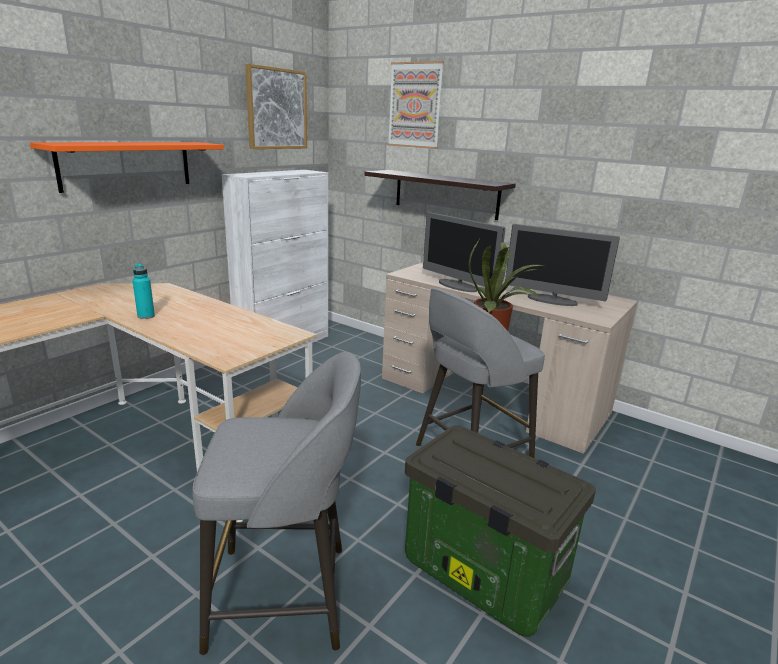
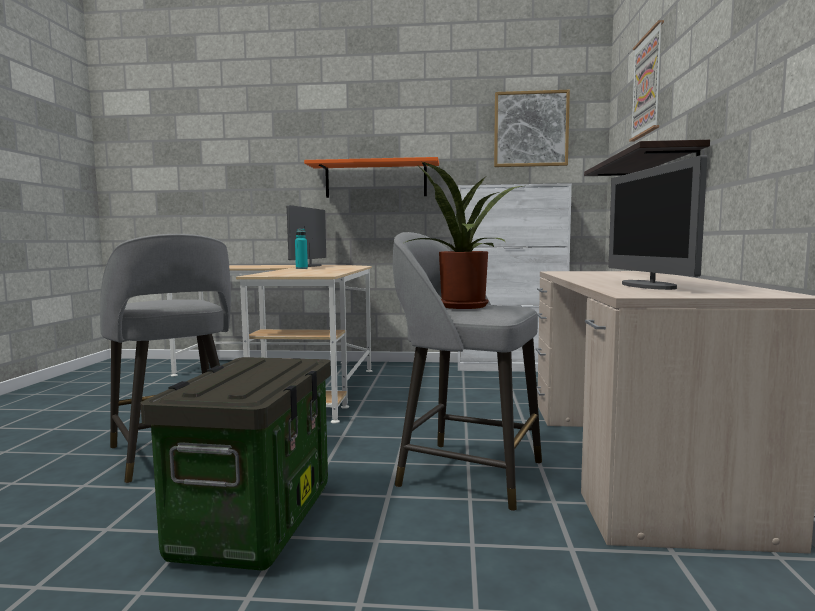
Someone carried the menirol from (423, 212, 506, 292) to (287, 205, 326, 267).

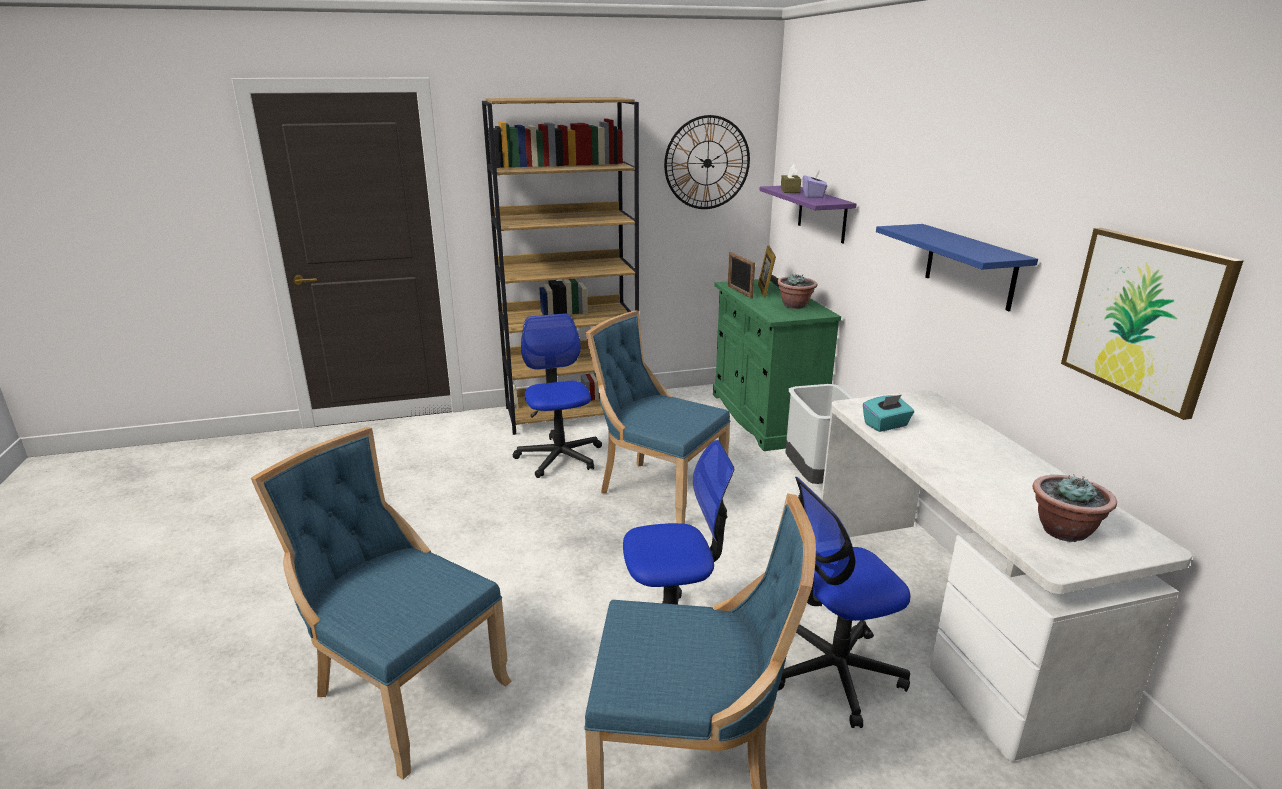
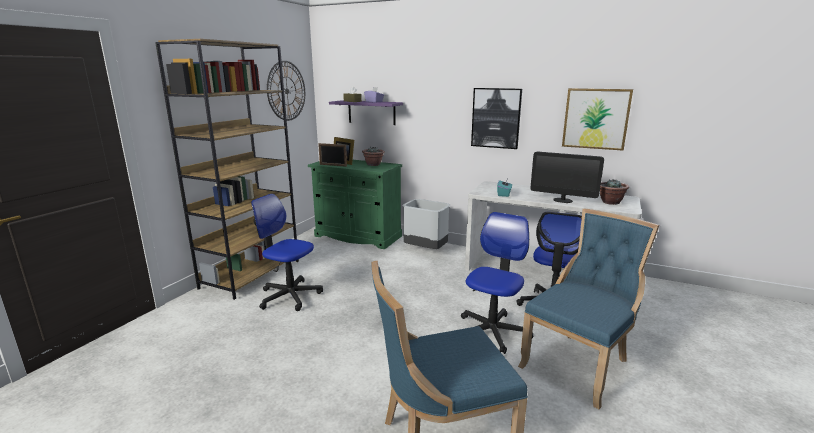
Someone swapped the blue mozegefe at (876, 224, 1038, 311) for the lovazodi at (471, 88, 522, 149).
Someone took away the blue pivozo at (586, 311, 730, 524).
Someone put down the menirol at (531, 151, 604, 203).

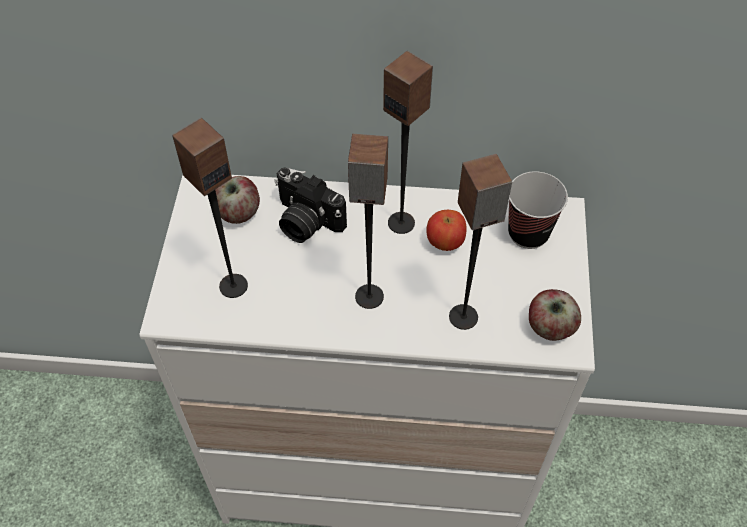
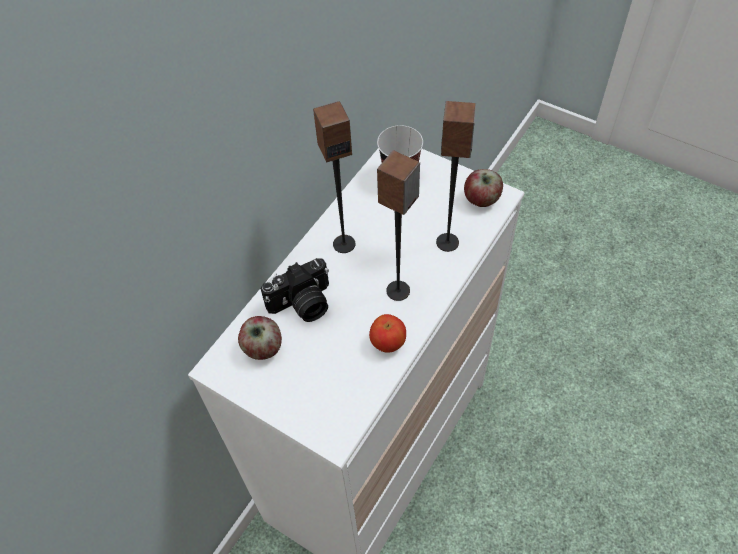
Someone took away the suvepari at (172, 118, 248, 298).
Someone carried the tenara from (426, 210, 467, 251) to (369, 314, 406, 353).

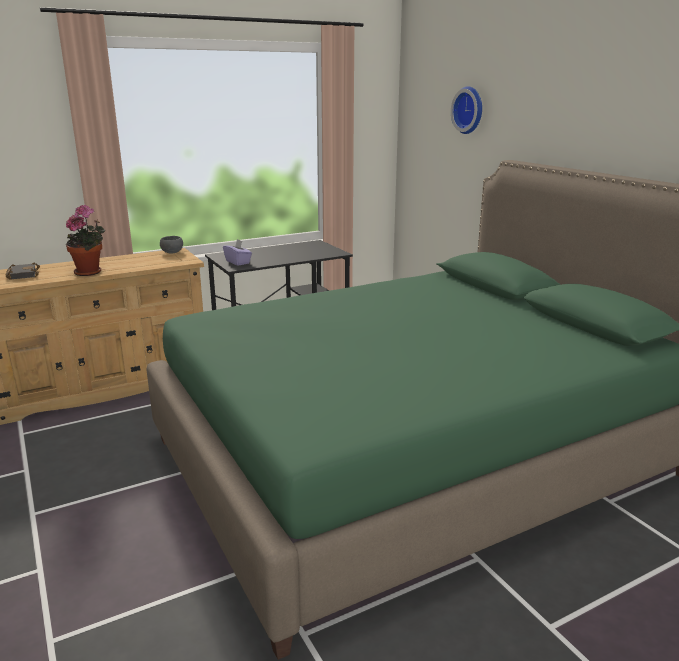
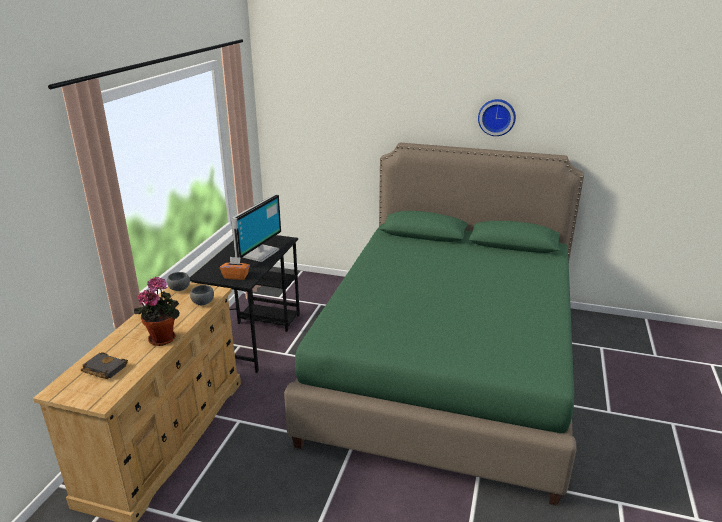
Someone carried the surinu from (451, 86, 482, 134) to (478, 99, 516, 136).
Someone repainted the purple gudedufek at (223, 239, 252, 266), which became the orange gudedufek at (220, 257, 250, 280).
Someone put down the menirol at (231, 194, 281, 262).
Someone put down the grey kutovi at (190, 285, 214, 305).

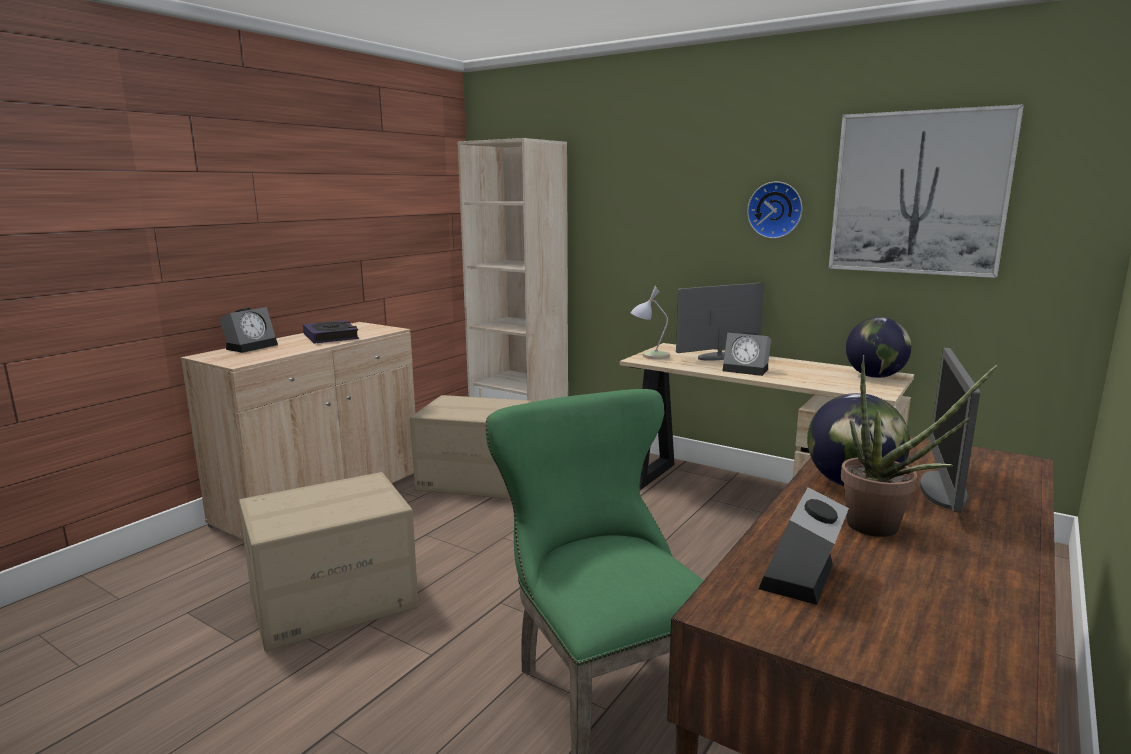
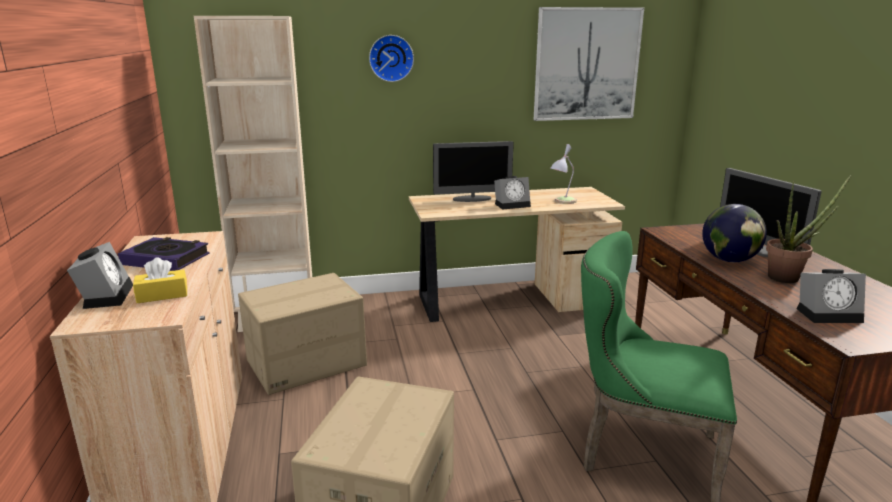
Someone carried the surinu from (747, 182, 802, 239) to (369, 35, 414, 82).
Someone rotated the menirol at (676, 283, 764, 361) by 120 degrees counterclockwise.
Someone carried the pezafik from (630, 286, 670, 360) to (550, 144, 577, 204).
Someone took away the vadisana at (846, 317, 912, 378).
Someone rotated the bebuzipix at (758, 487, 849, 605) by 75 degrees counterclockwise.
Someone put down the yellow gudedufek at (133, 257, 187, 303).

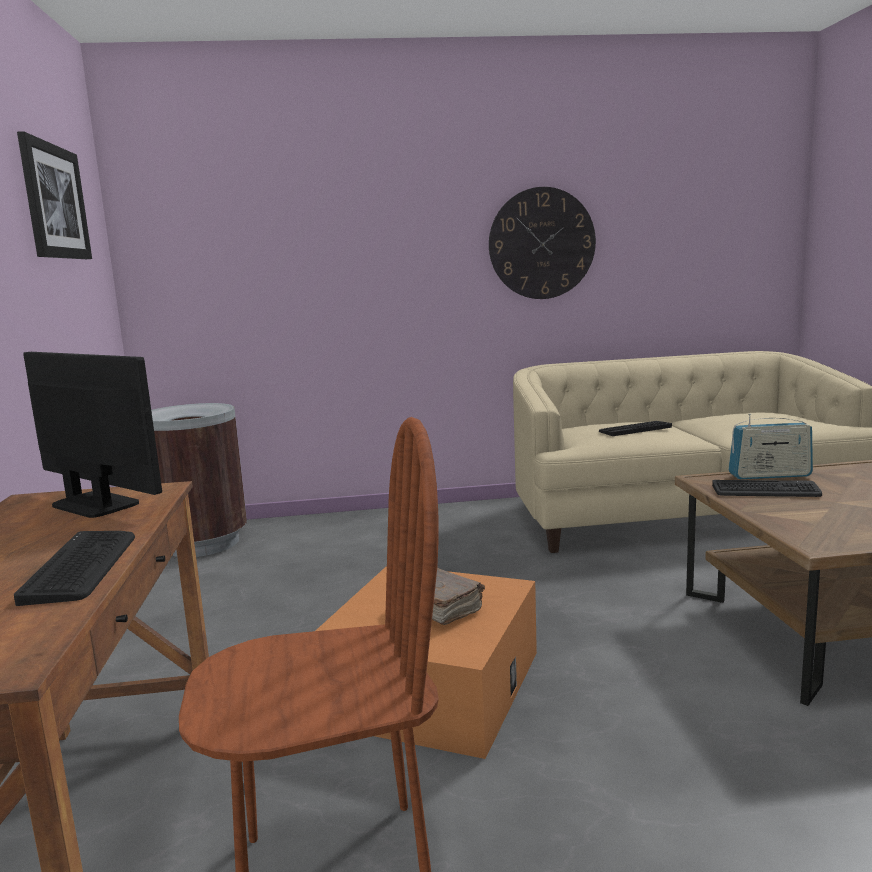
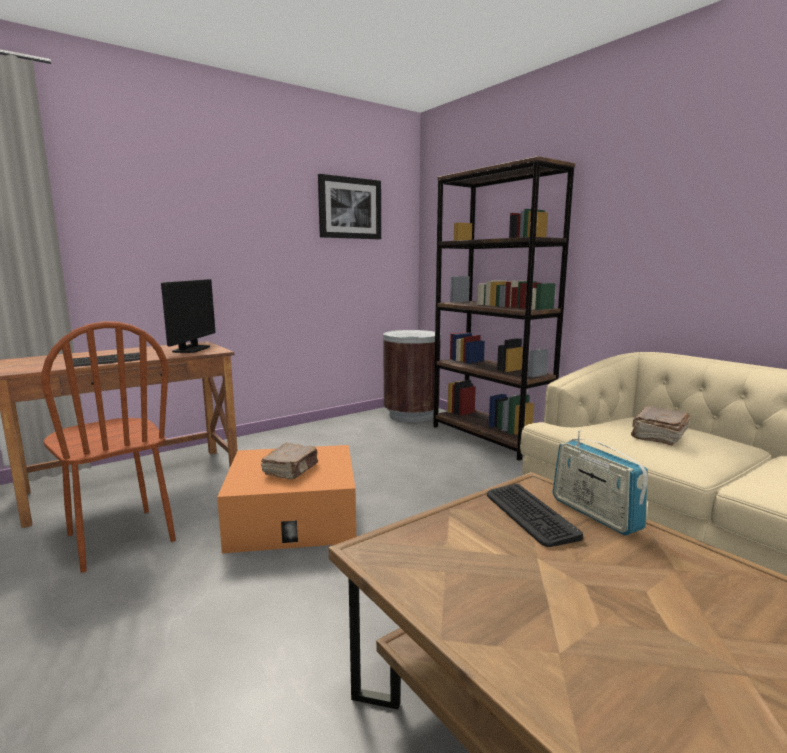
Someone took away the surinu at (489, 187, 596, 299).
Someone swapped the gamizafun at (599, 421, 672, 436) for the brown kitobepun at (631, 406, 690, 445).
Someone put down the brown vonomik at (433, 156, 575, 461).

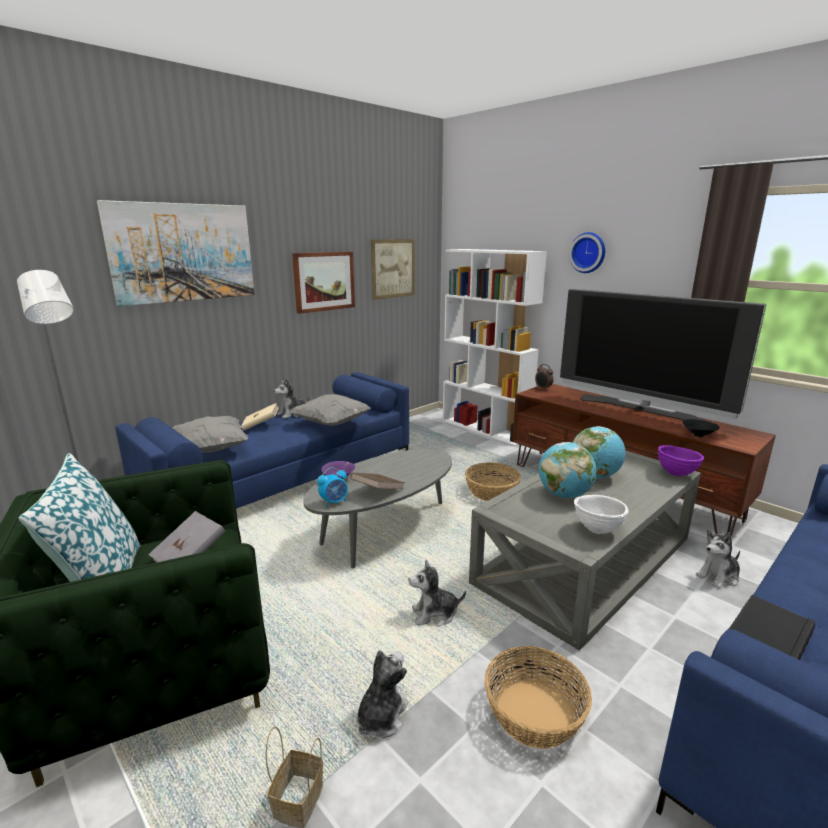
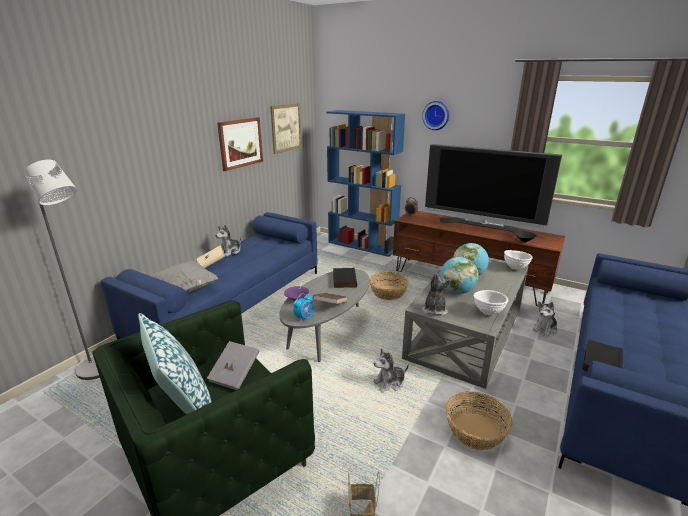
Someone took away the lovazodi at (97, 200, 254, 306).
Someone repainted the white vonomik at (443, 249, 547, 446), which became the blue vonomik at (326, 110, 405, 257).
Someone took away the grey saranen at (291, 394, 371, 426).
Someone repainted the purple kutovi at (658, 445, 704, 476), which became the white kutovi at (504, 250, 533, 270).
Someone carried the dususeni from (357, 650, 409, 738) to (422, 273, 451, 316).
Someone put down the black kitobepun at (333, 268, 357, 288).

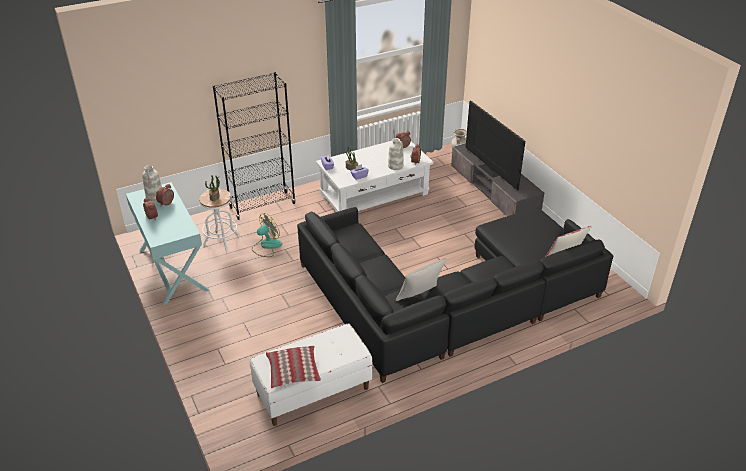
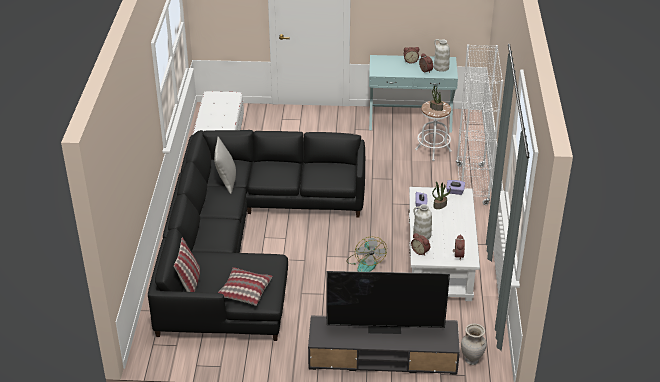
Someone repainted the black vonomik at (213, 72, 296, 220), which became the white vonomik at (456, 44, 503, 205).
Someone carried the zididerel from (252, 213, 282, 257) to (347, 237, 387, 272).
Someone carried the saranen from (266, 346, 321, 388) to (218, 267, 272, 306).

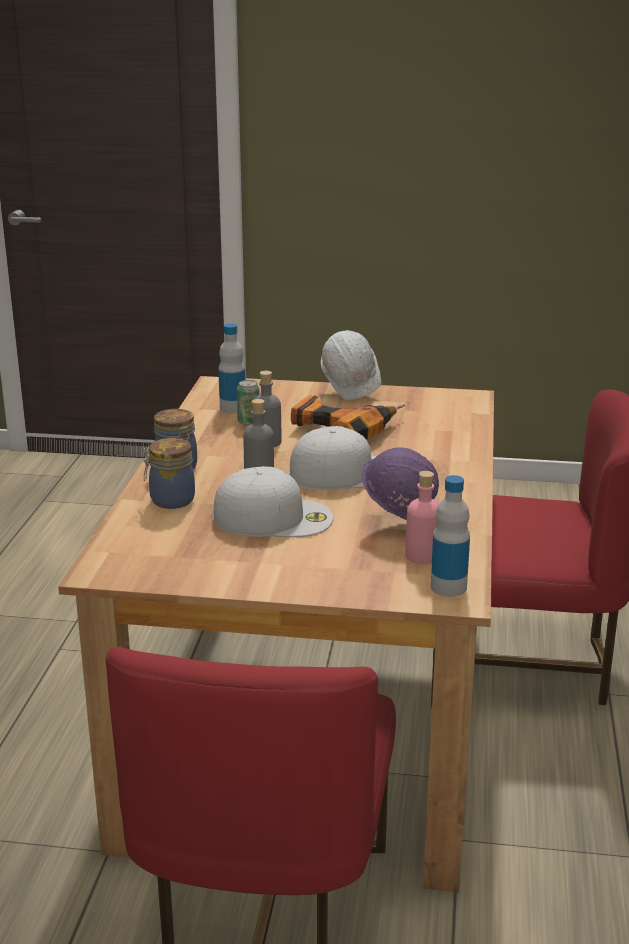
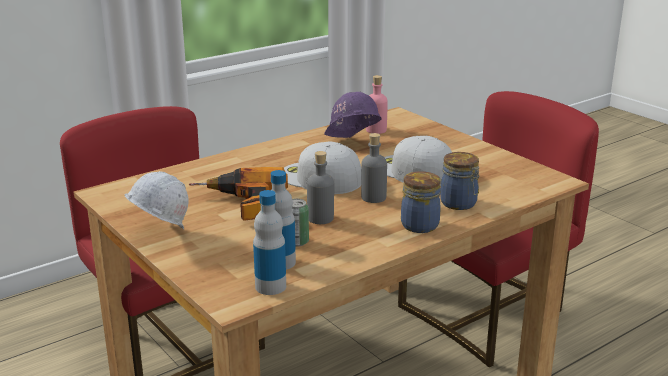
Someone carried the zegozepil from (431, 475, 470, 597) to (253, 190, 286, 295).

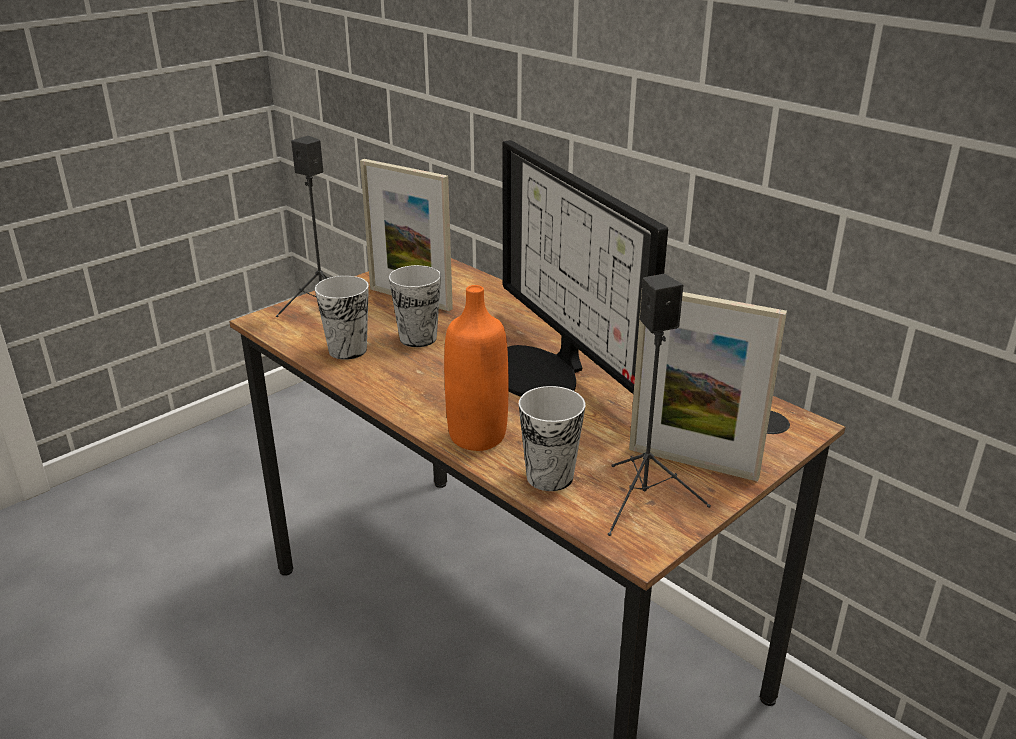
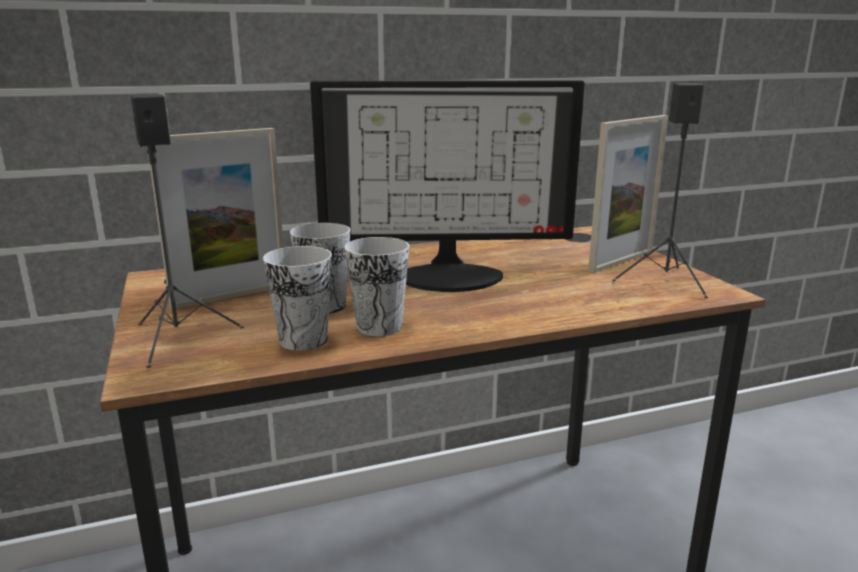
Someone took away the orange zegozepil at (444, 285, 508, 451).
Someone carried the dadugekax from (519, 386, 585, 491) to (344, 237, 409, 336).

